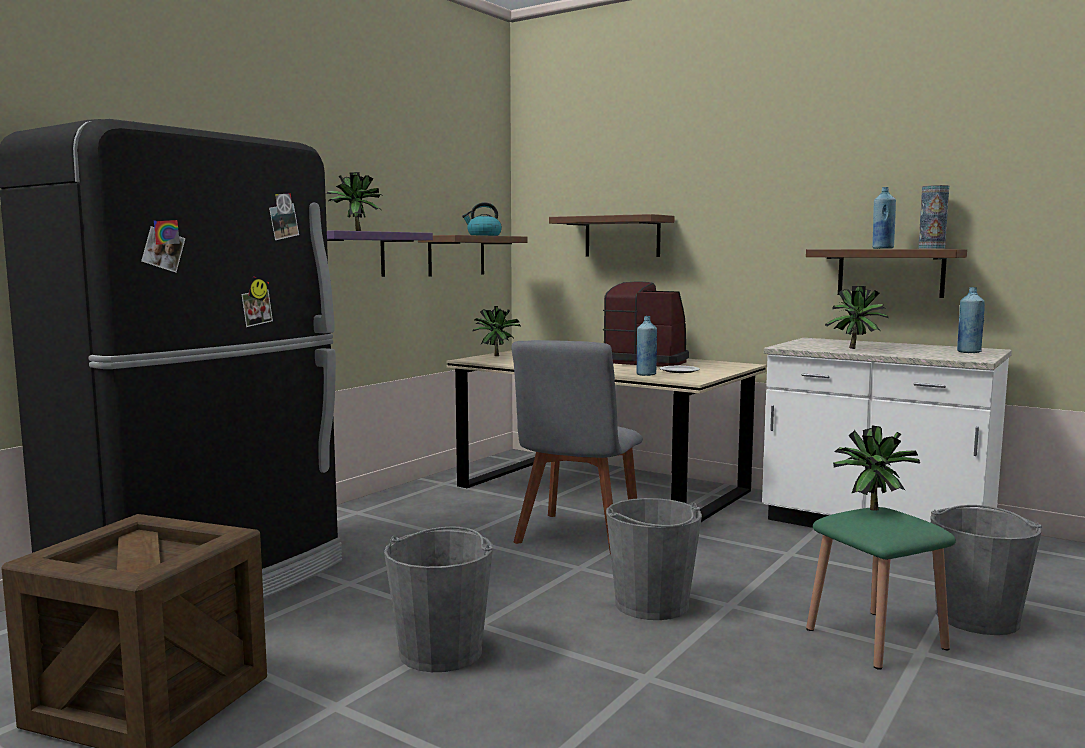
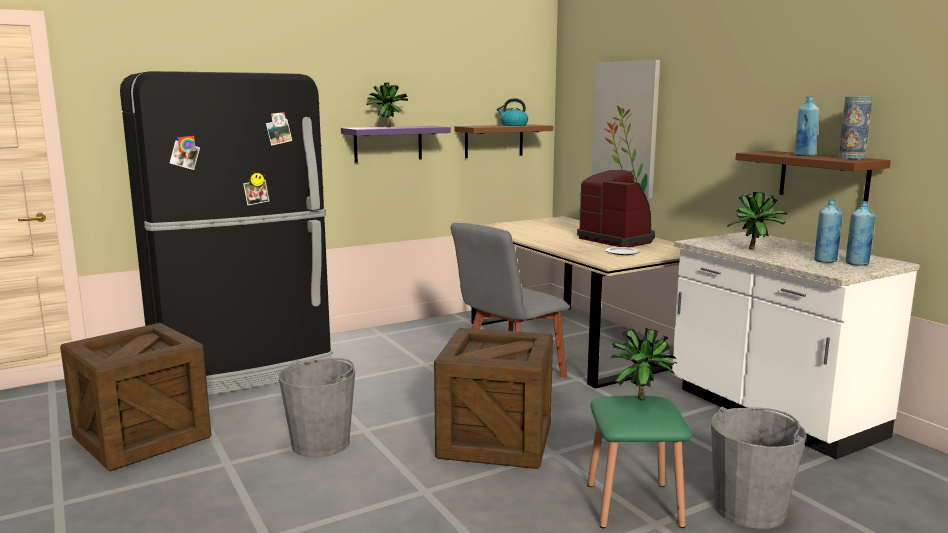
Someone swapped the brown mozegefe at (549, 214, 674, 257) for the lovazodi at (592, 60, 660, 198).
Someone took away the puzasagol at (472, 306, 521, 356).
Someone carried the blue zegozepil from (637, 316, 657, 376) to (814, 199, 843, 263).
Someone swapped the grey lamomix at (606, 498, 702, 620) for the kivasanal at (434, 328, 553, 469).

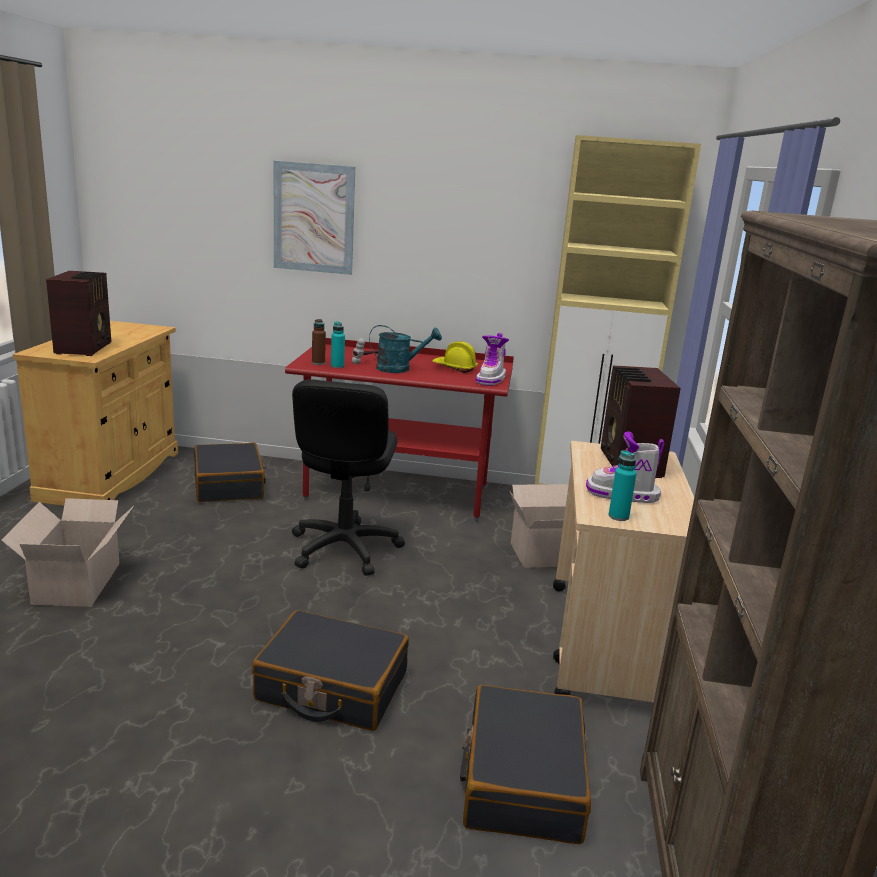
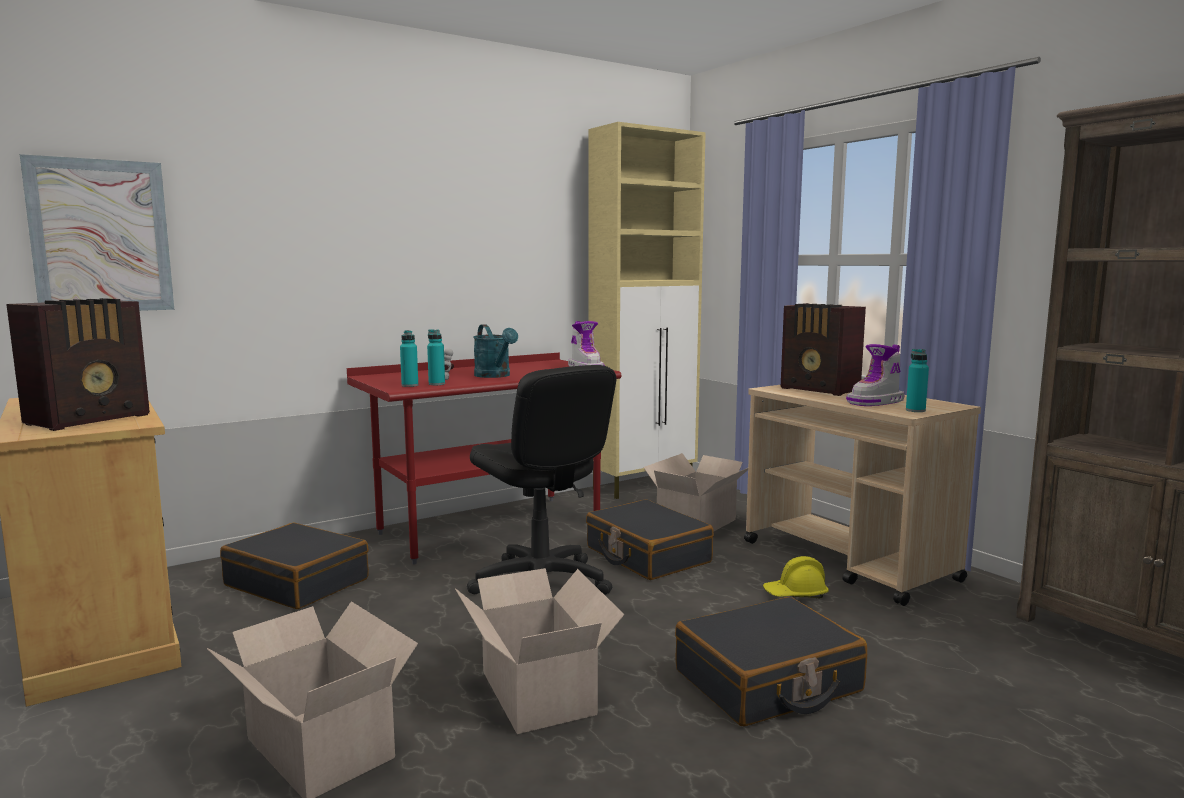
Someone carried the lovazodi from (274, 161, 355, 275) to (20, 154, 174, 311).
Someone rotated the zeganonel at (46, 271, 111, 356) by 75 degrees clockwise.
Someone repainted the brown zegozepil at (312, 319, 326, 365), which became the turquoise zegozepil at (400, 330, 418, 387).
Someone rotated the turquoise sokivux at (369, 325, 442, 373) by 105 degrees clockwise.
Someone carried the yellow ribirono from (432, 341, 478, 373) to (763, 556, 829, 598).
Someone carried the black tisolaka from (460, 685, 591, 844) to (586, 499, 714, 580).
Someone put down the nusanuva at (455, 568, 625, 734).

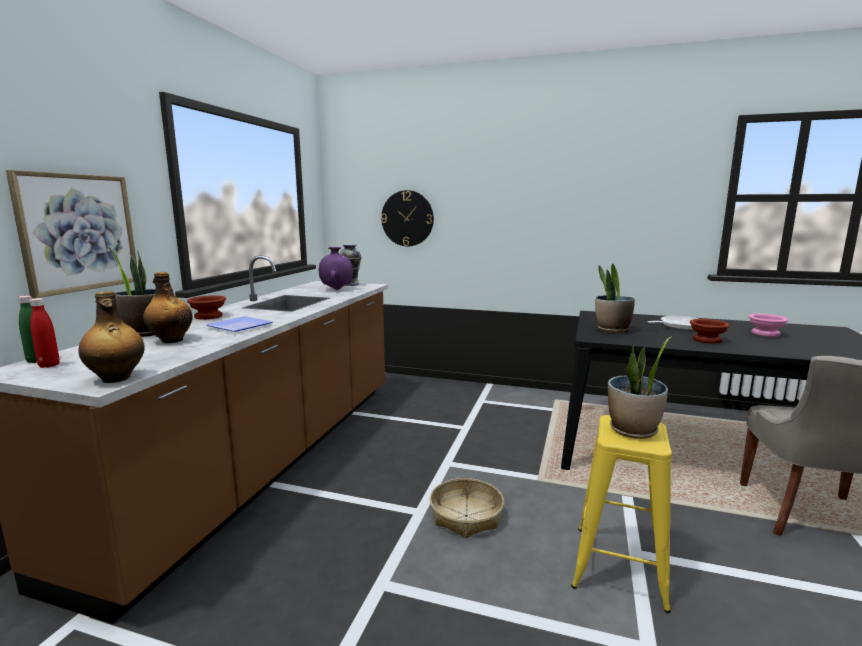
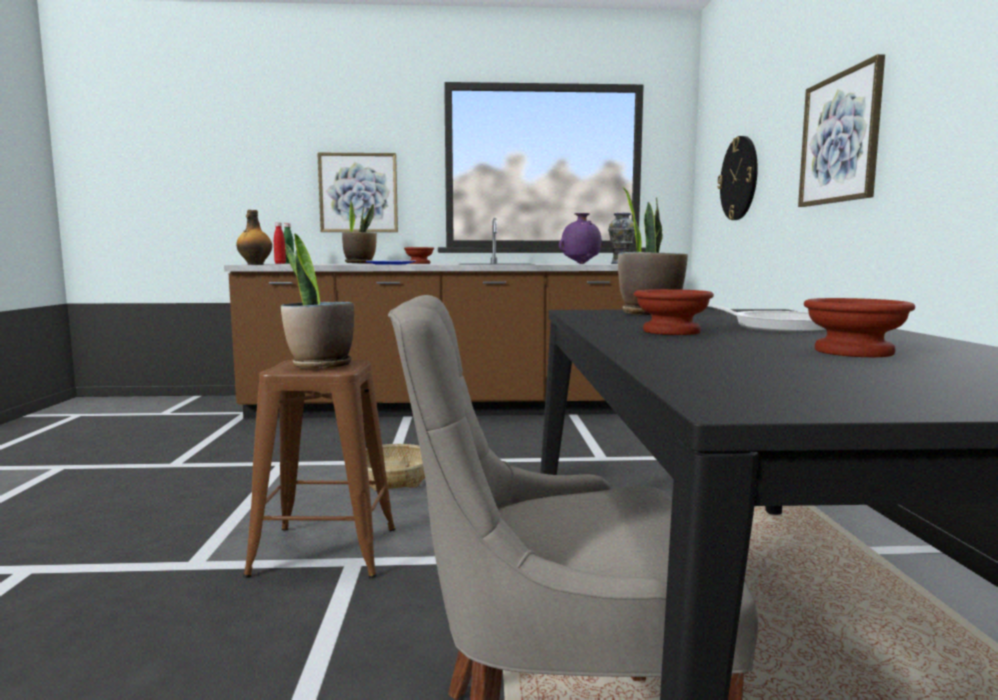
Someone took away the zegozepil at (143, 272, 193, 343).
Someone repainted the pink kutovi at (748, 314, 789, 337), which became the brown kutovi at (804, 298, 915, 357).
Someone repainted the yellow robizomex at (571, 415, 672, 613), which became the brown robizomex at (243, 360, 395, 578).
Someone put up the lovazodi at (798, 54, 885, 207).

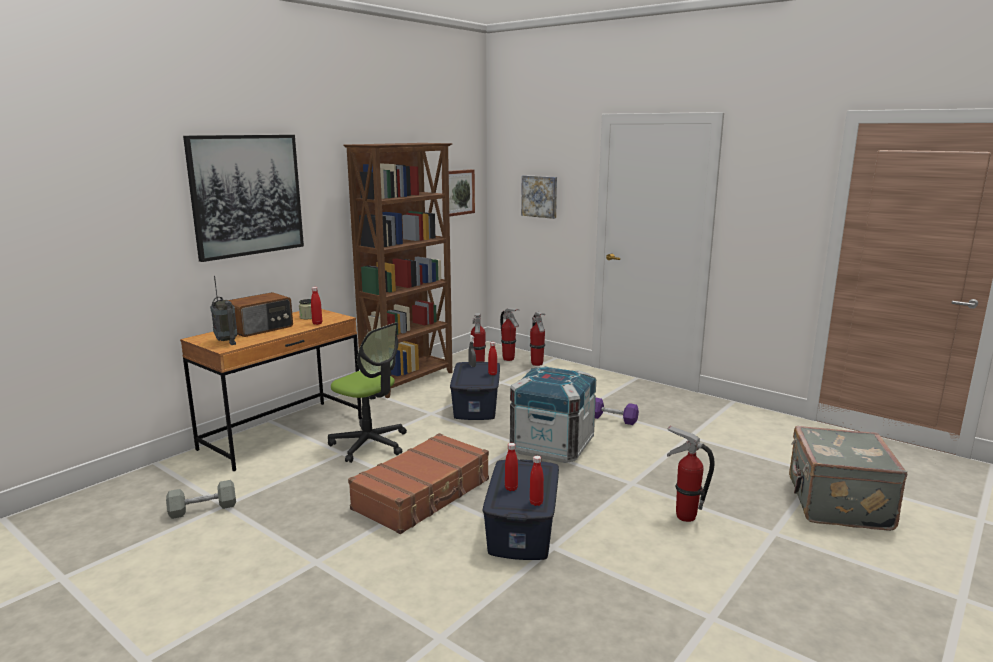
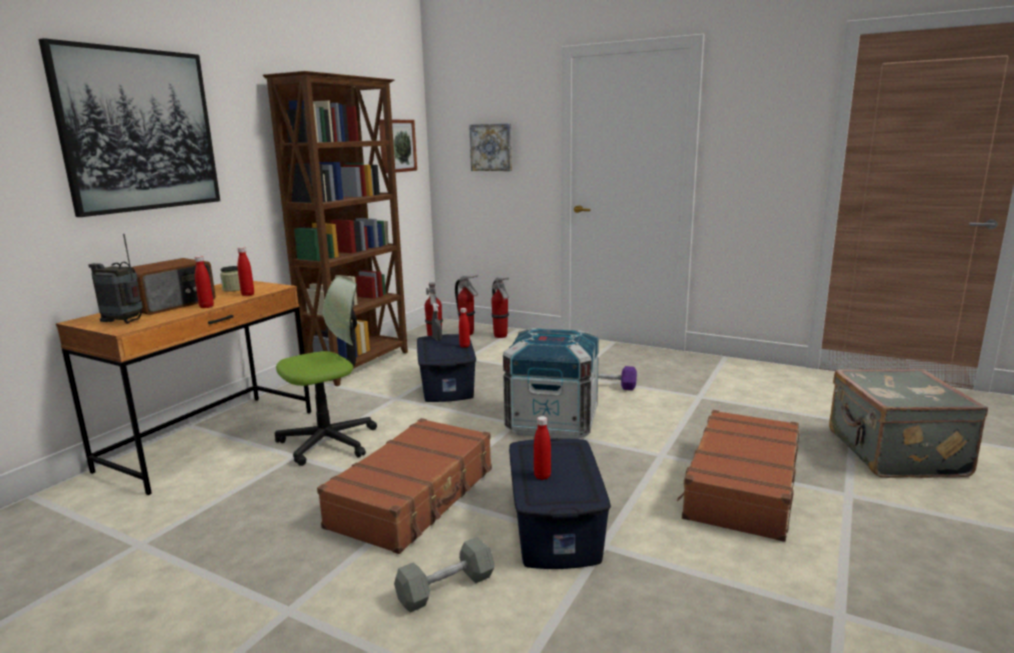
Someone rotated the zeganonel at (210, 276, 237, 345) by 150 degrees clockwise.
Someone rotated the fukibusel at (328, 322, 407, 463) by 60 degrees counterclockwise.
Someone swapped the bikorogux at (667, 425, 715, 522) for the brown tisolaka at (677, 410, 799, 542).
Someone carried the red zegozepil from (530, 456, 544, 506) to (194, 256, 214, 308).
Someone carried the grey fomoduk from (166, 480, 236, 519) to (394, 537, 494, 613).

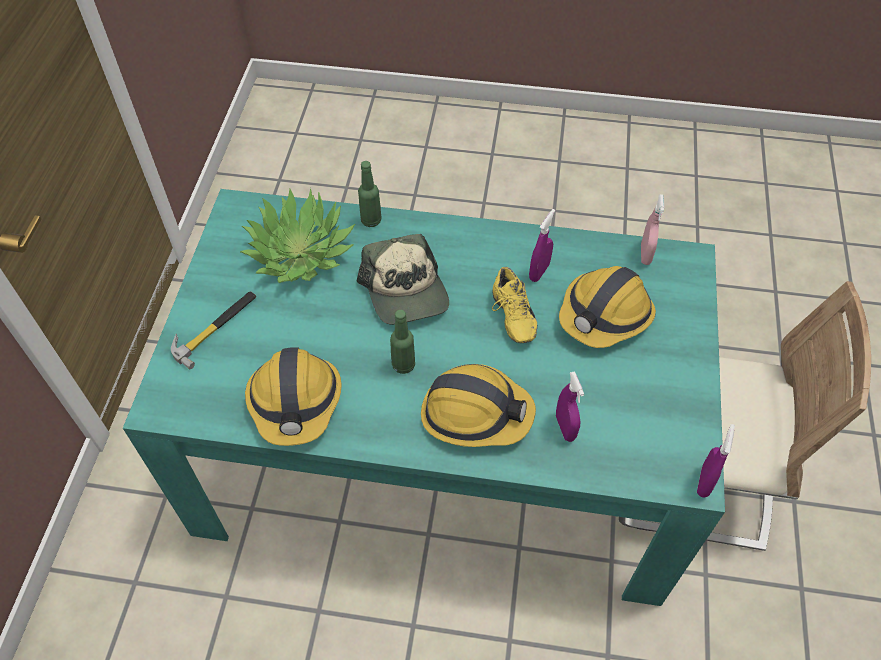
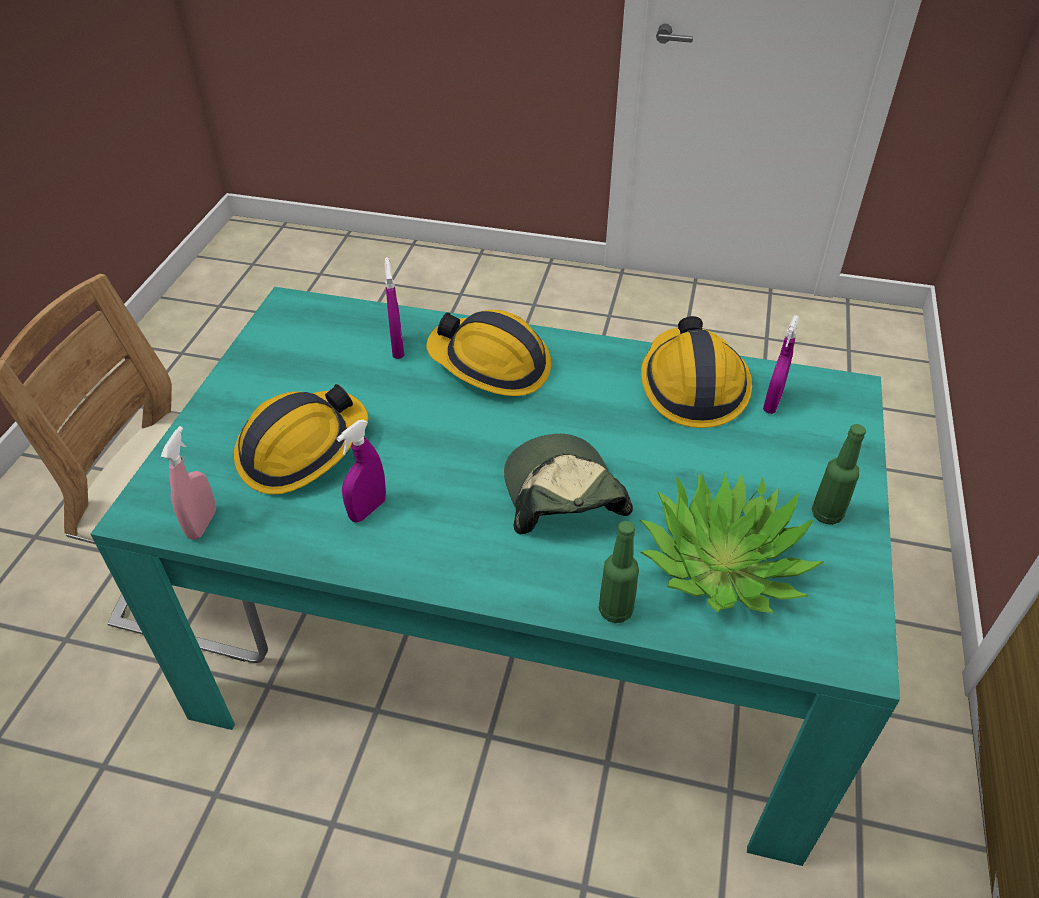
Someone took away the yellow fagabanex at (492, 267, 537, 343).
Someone took away the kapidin at (171, 291, 256, 369).
Someone carried the green zegozepil from (390, 310, 415, 374) to (812, 424, 866, 525).
Someone carried the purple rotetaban from (697, 424, 735, 498) to (763, 315, 800, 414).

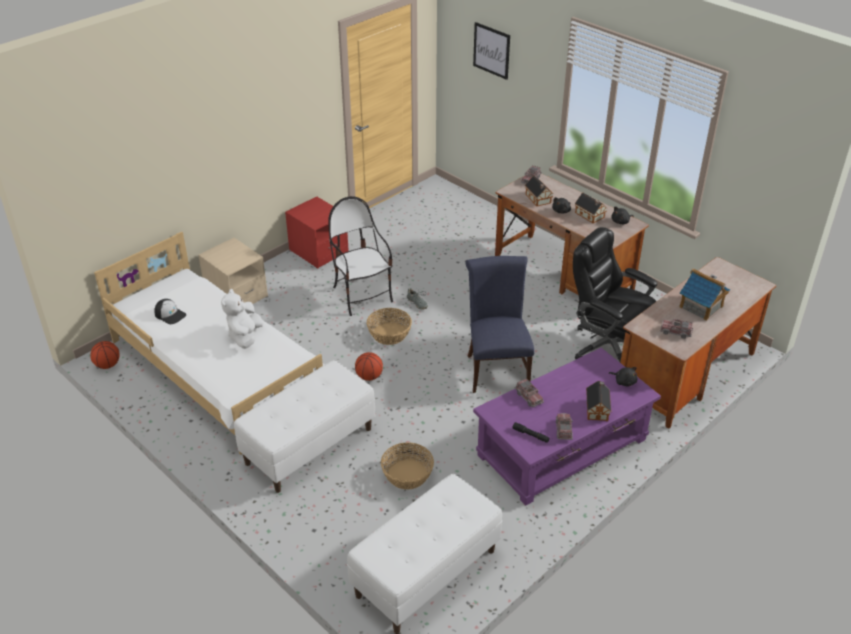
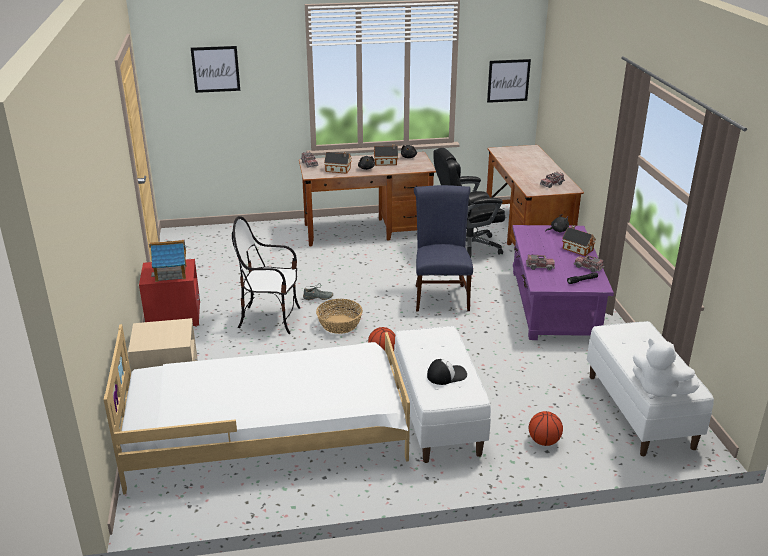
Someone rotated the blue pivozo at (465, 256, 535, 393) by 60 degrees clockwise.
Someone carried the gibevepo from (679, 269, 730, 321) to (149, 240, 186, 282).
Someone carried the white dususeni from (221, 289, 263, 349) to (633, 339, 700, 399).
Someone carried the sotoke from (154, 299, 186, 324) to (427, 359, 467, 385).
Someone carried the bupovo from (90, 341, 119, 369) to (529, 411, 563, 446).
Someone took away the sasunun at (381, 442, 434, 489).
Someone put up the lovazodi at (487, 59, 531, 103).

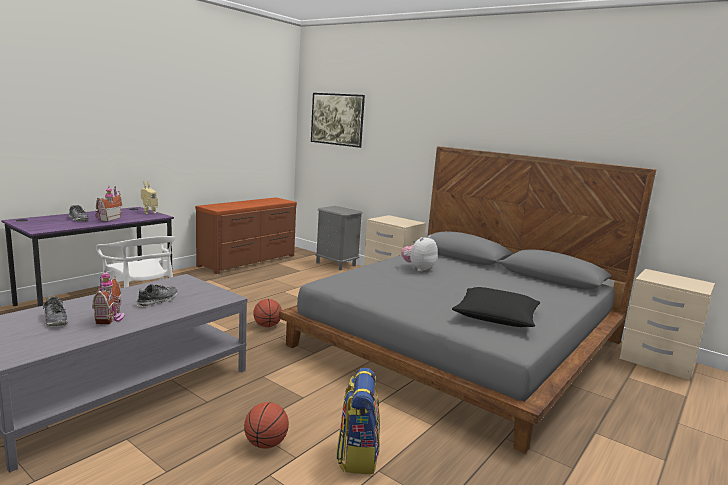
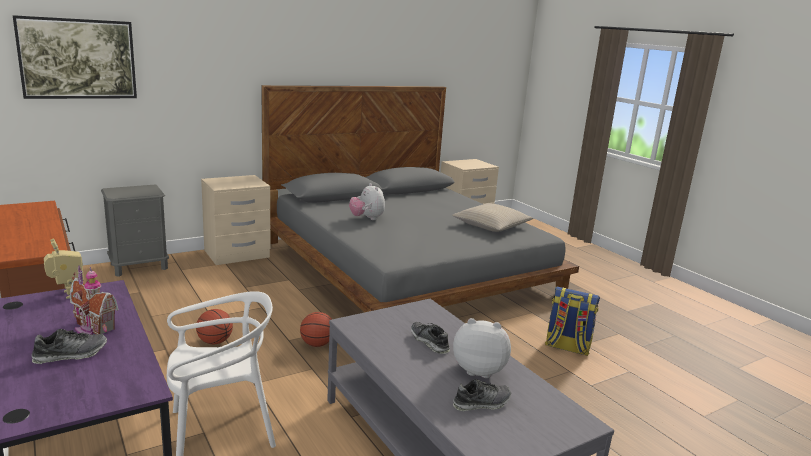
Someone swapped the gibevepo at (92, 269, 124, 325) for the dususeni at (453, 318, 511, 378).
Someone repainted the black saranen at (452, 287, 540, 327), which became the beige saranen at (452, 203, 533, 232).
Someone carried the bupovo from (244, 402, 289, 449) to (196, 309, 233, 344).

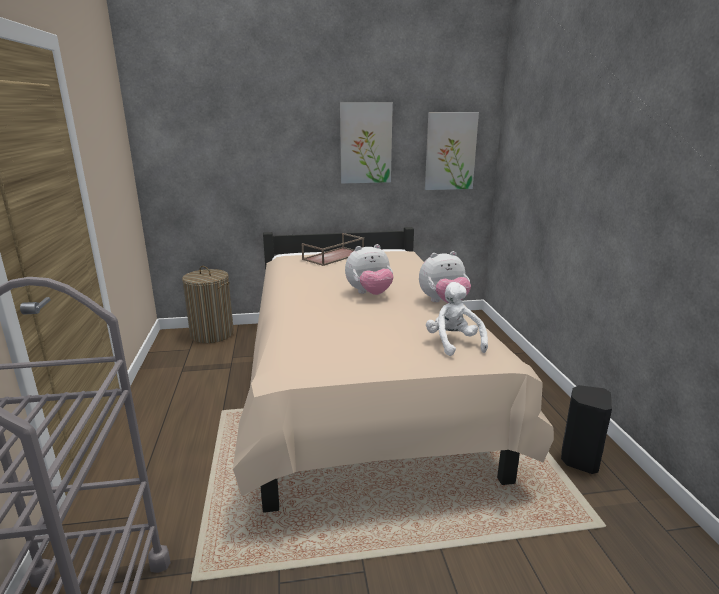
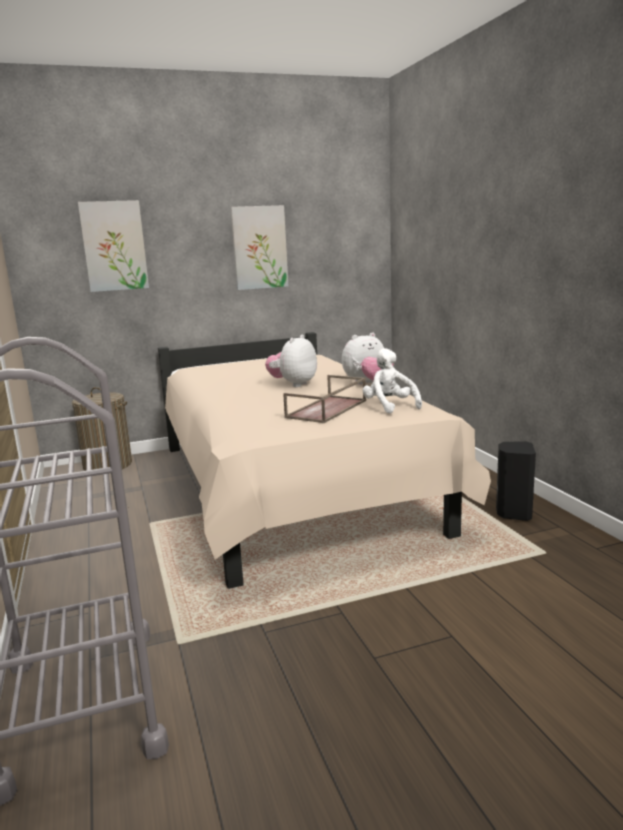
Someone carried the lovazodi from (425, 112, 479, 190) to (78, 200, 149, 292).
Someone carried the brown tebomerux from (302, 233, 364, 266) to (283, 375, 366, 423).
Someone rotated the dususeni at (345, 244, 394, 295) by 150 degrees clockwise.

